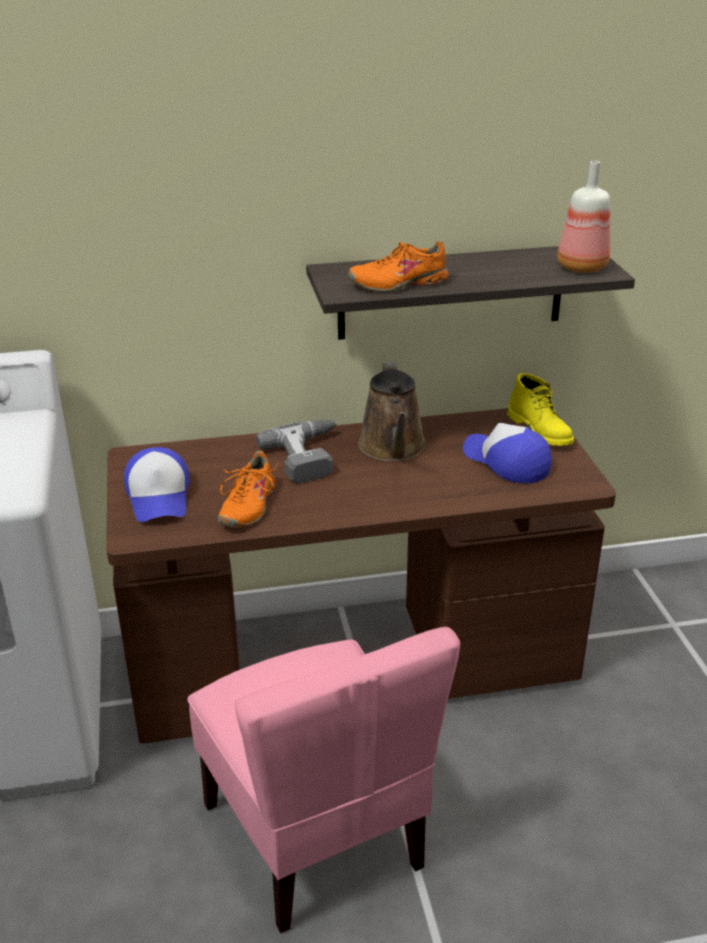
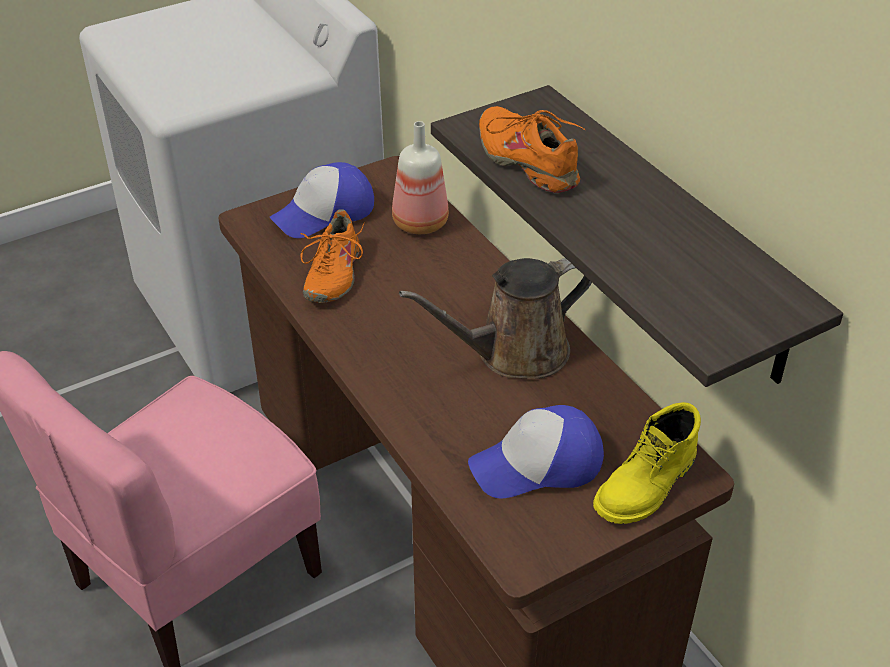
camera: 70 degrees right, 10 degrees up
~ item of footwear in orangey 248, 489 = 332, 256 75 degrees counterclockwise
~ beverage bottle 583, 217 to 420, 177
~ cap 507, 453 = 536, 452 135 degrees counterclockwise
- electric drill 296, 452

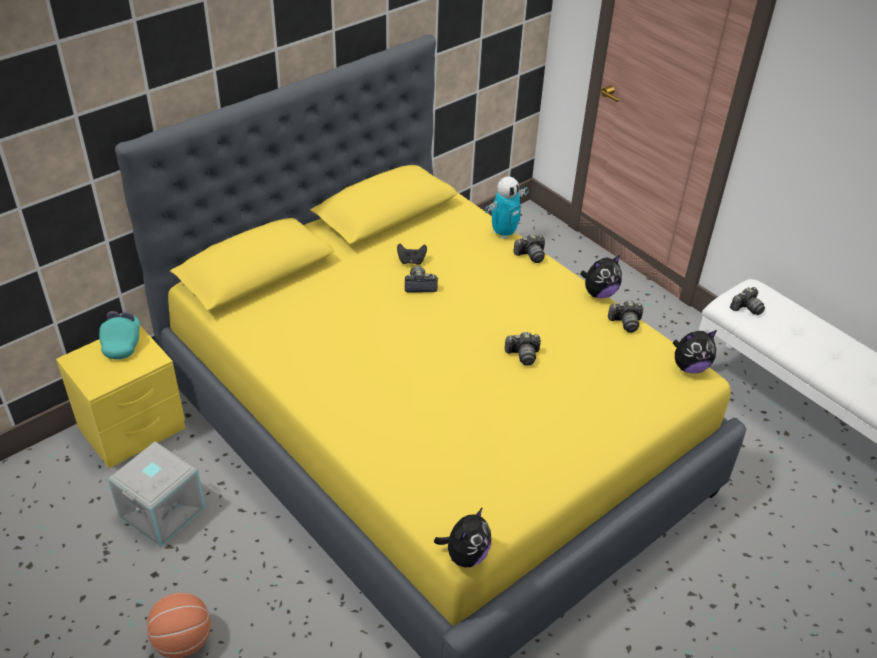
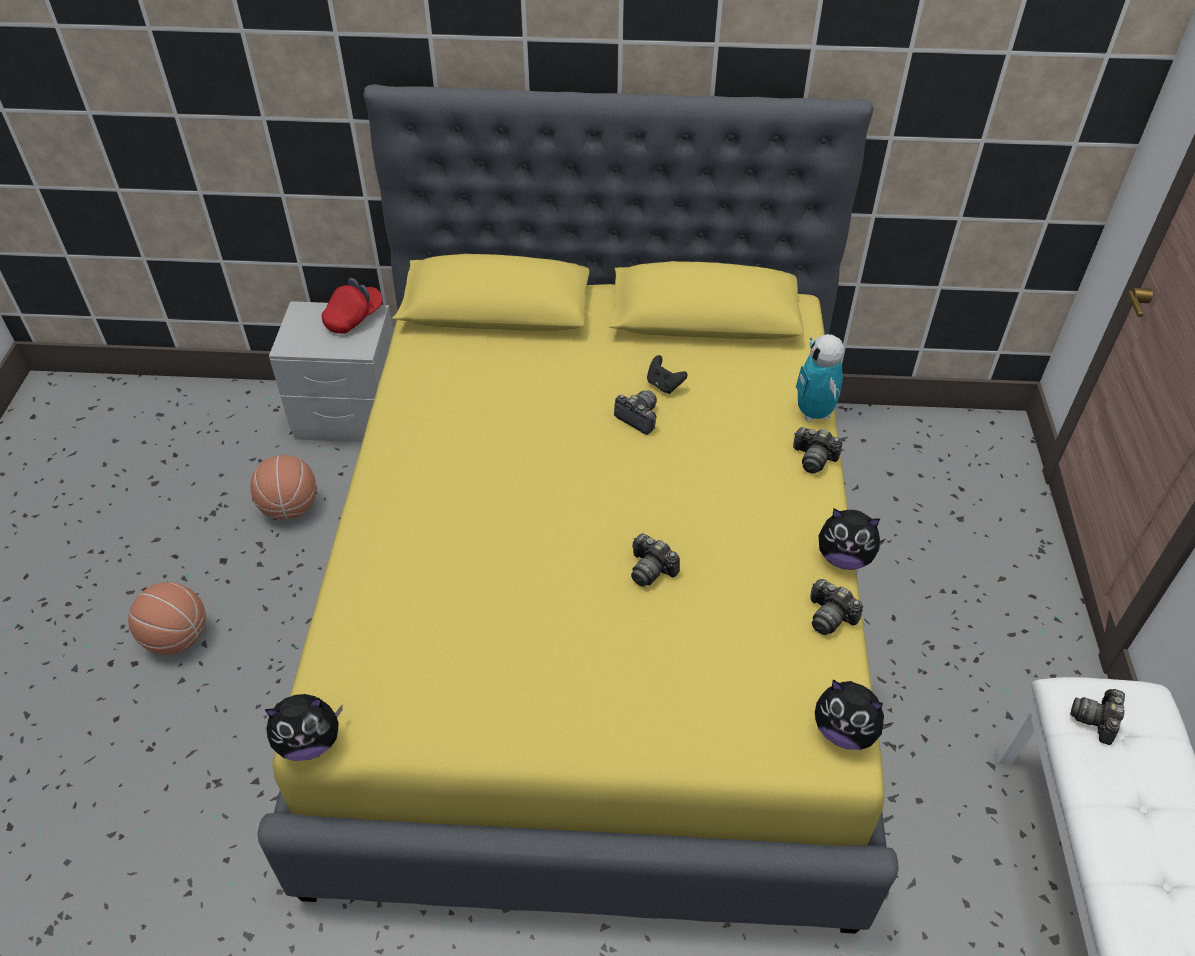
camera: 45 degrees right, 5 degrees up
~ storage container in grey 157, 494 to ball for basketball 283, 487
~ night table in yellow-coloured 120, 396 to night table in grey 331, 371
~ cap in turquoise-coloured 119, 335 to cap in red 352, 306
~ model robot 507, 207 = 820, 378 75 degrees clockwise
~ still camera 747, 301 = 1097, 716 105 degrees clockwise

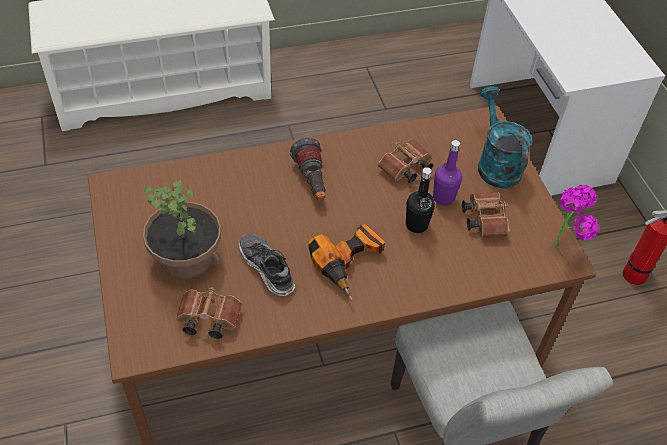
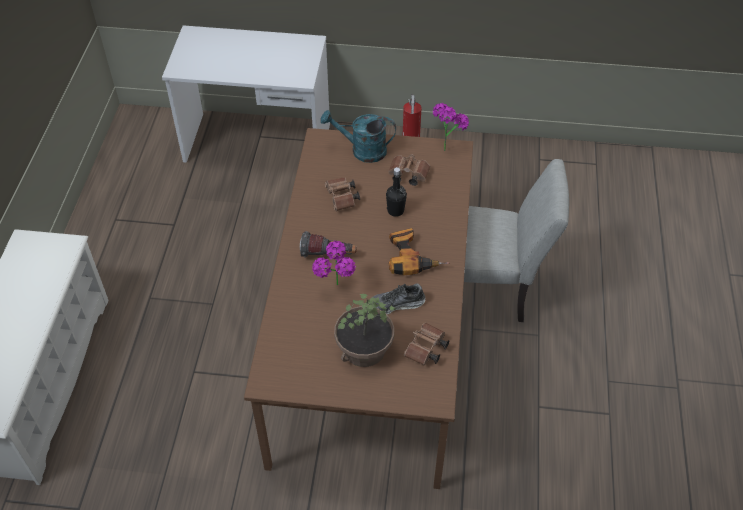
camera: 65 degrees left, 0 degrees up
+ plant in a pot 334, 263
- beverage bottle in purplish 447, 173

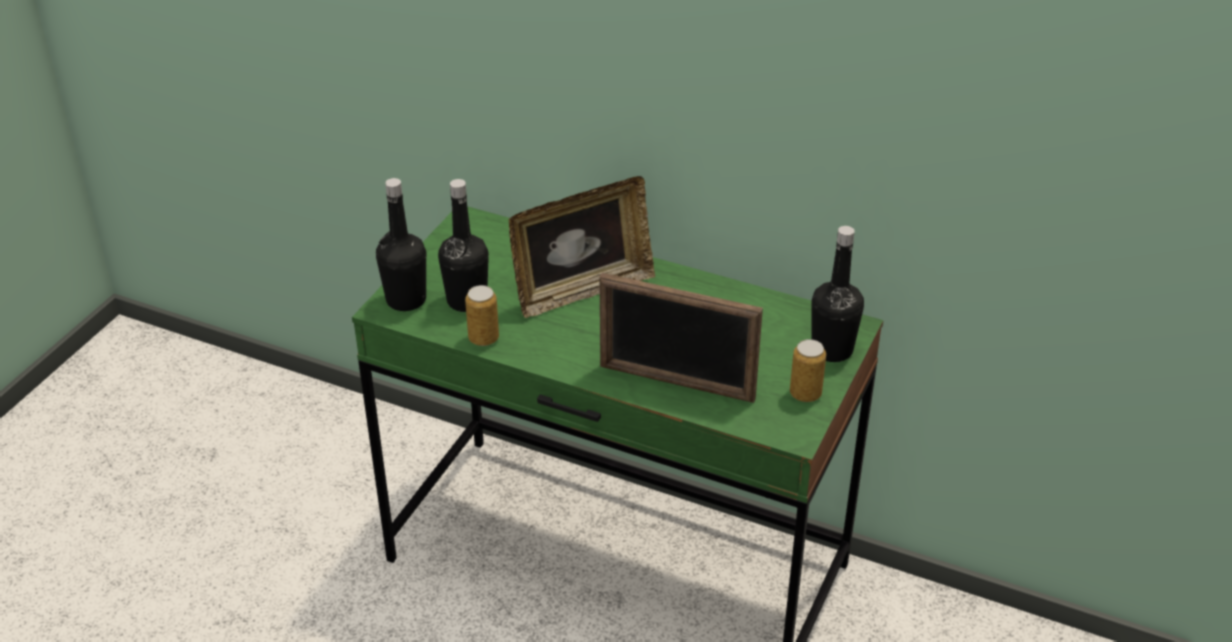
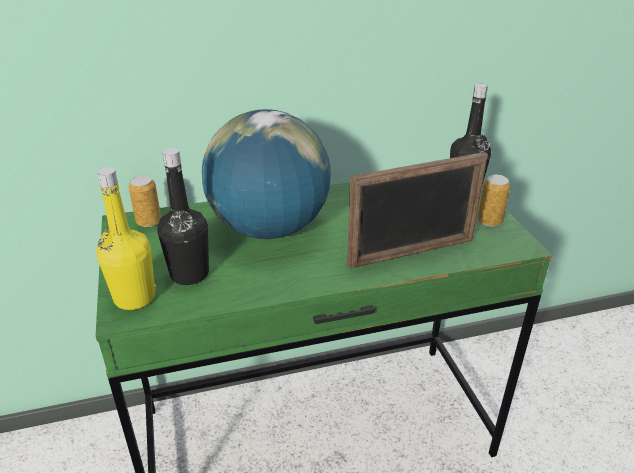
camera: 40 degrees left, 5 degrees down
~ beverage bottle in blackish 401, 244 to beverage bottle in yellow-coloured 126, 238
~ metal can 482, 315 to 145, 201
~ picture frame 582, 247 to globe 266, 174

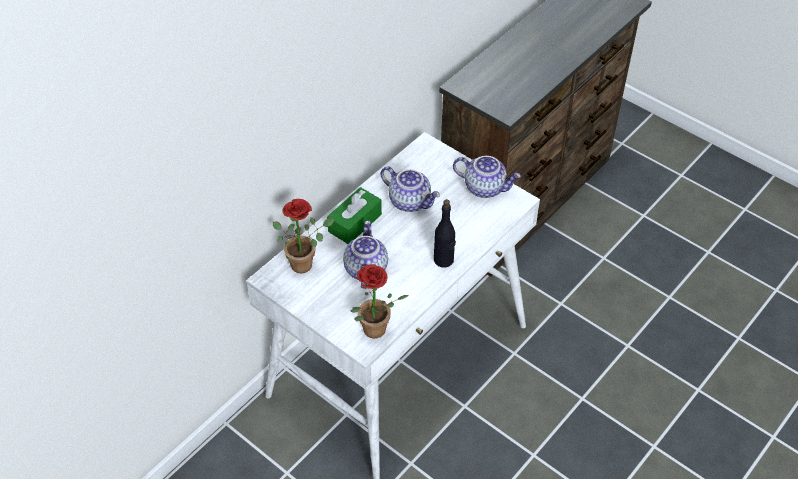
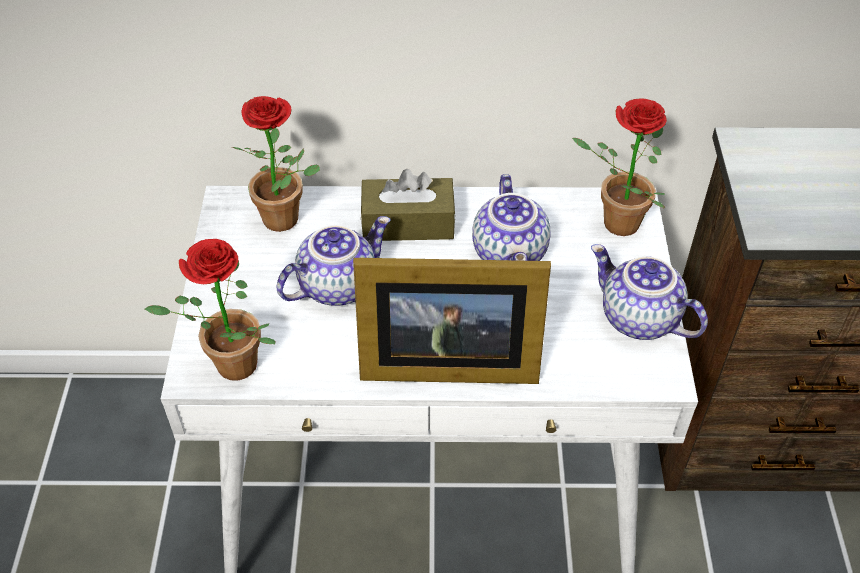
camera: 50 degrees right, 0 degrees up
~ beverage bottle in blackish 445, 233 to picture frame 452, 321
~ tissue box in green-coloured 354, 215 to tissue box in brownish 408, 205
+ plant in a pot 619, 167
~ tea pot 487, 177 = 649, 292 150 degrees clockwise

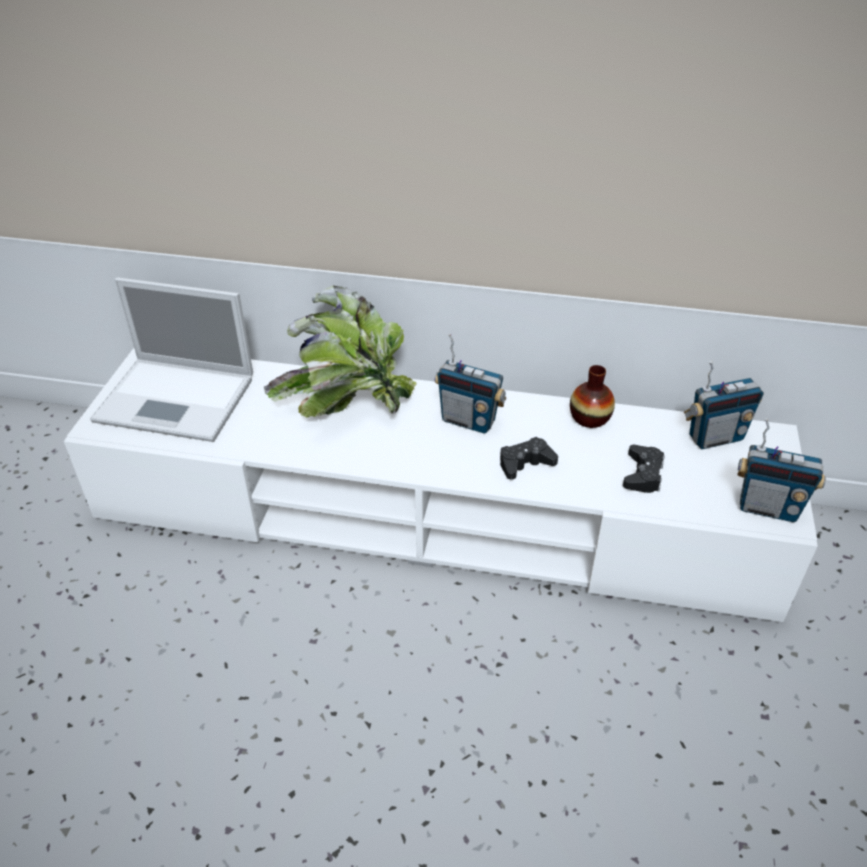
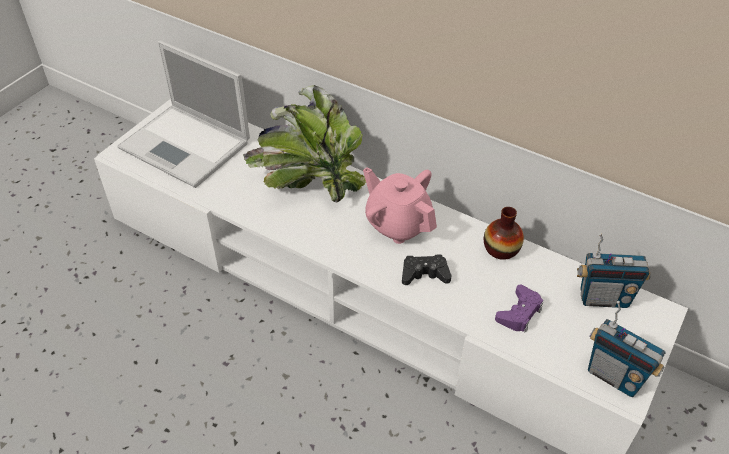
camera: 20 degrees right, 5 degrees up
~ radio 470, 384 to tea pot in pink 400, 205
~ gamepad in blackish 644, 469 to gamepad in purplish 519, 308

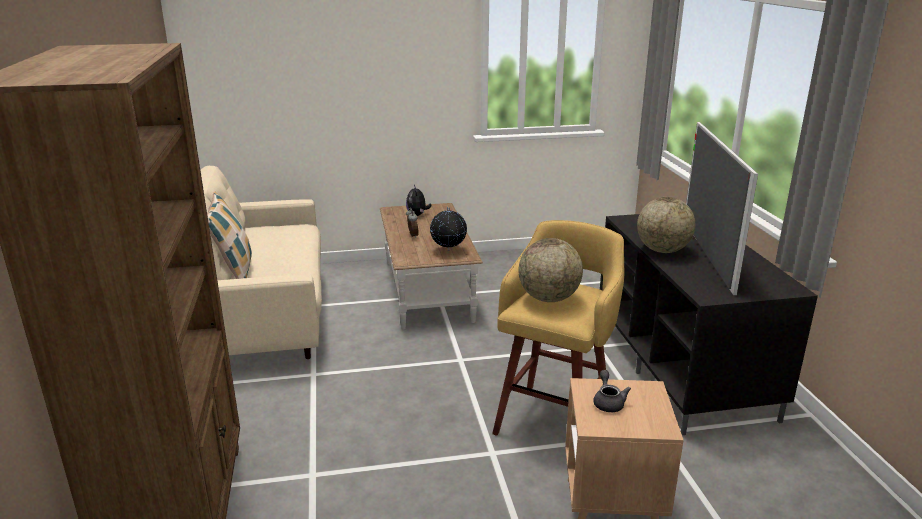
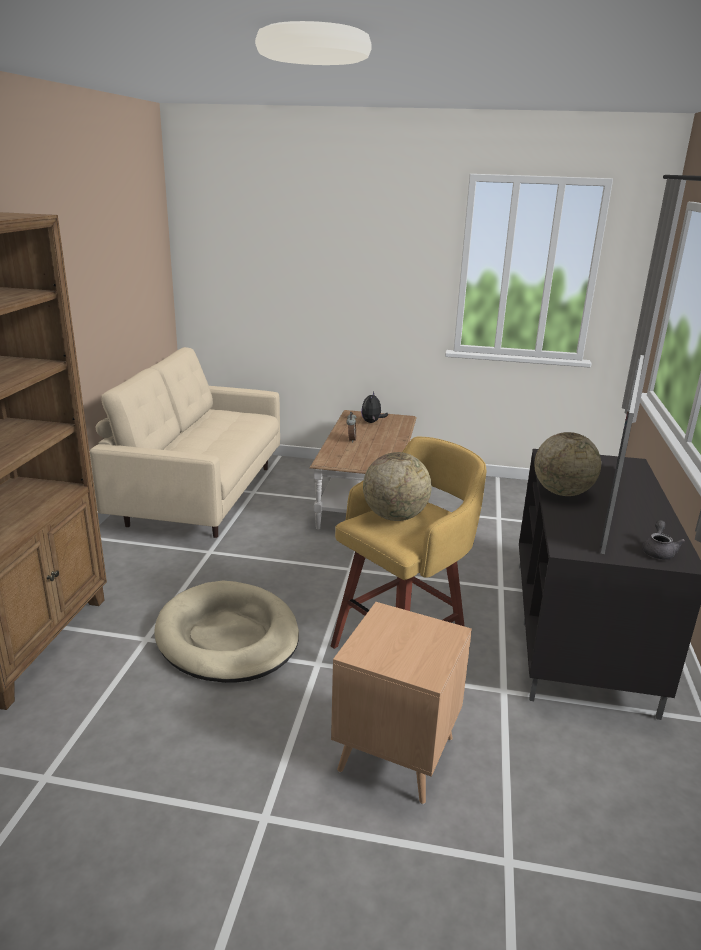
camera: 20 degrees right, 0 degrees up
+ pet bed in sand-coloured 226, 631
~ tea pot in grey 612, 391 to 663, 540
- throw pillow 229, 235
- globe 448, 229

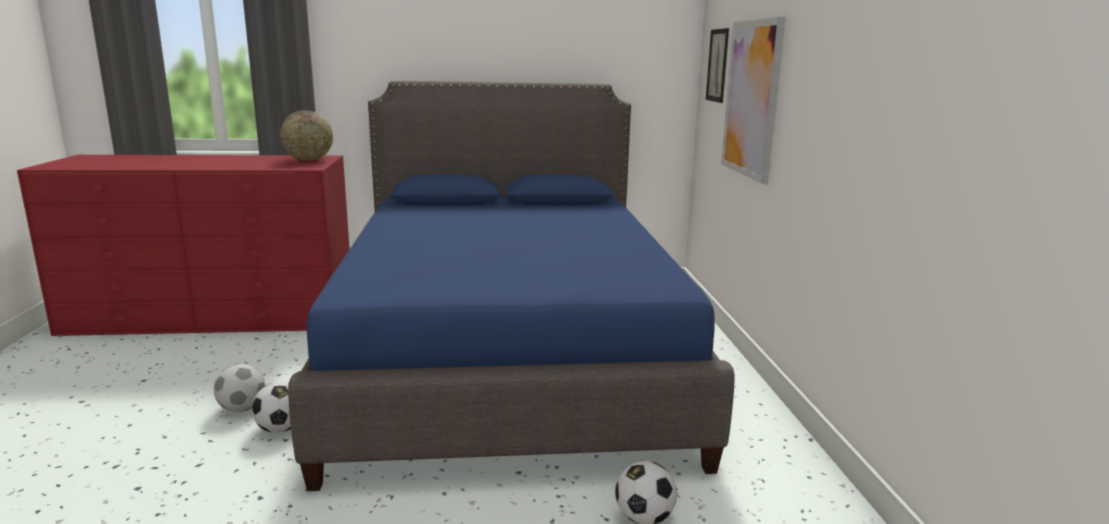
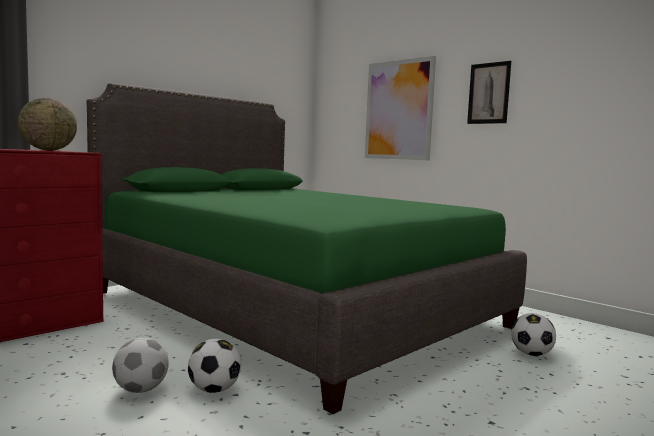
camera: 40 degrees left, 10 degrees down
~ sleeping bed in bluish 511, 286 to sleeping bed in green-coloured 307, 248
~ wall art 717, 65 to 489, 92

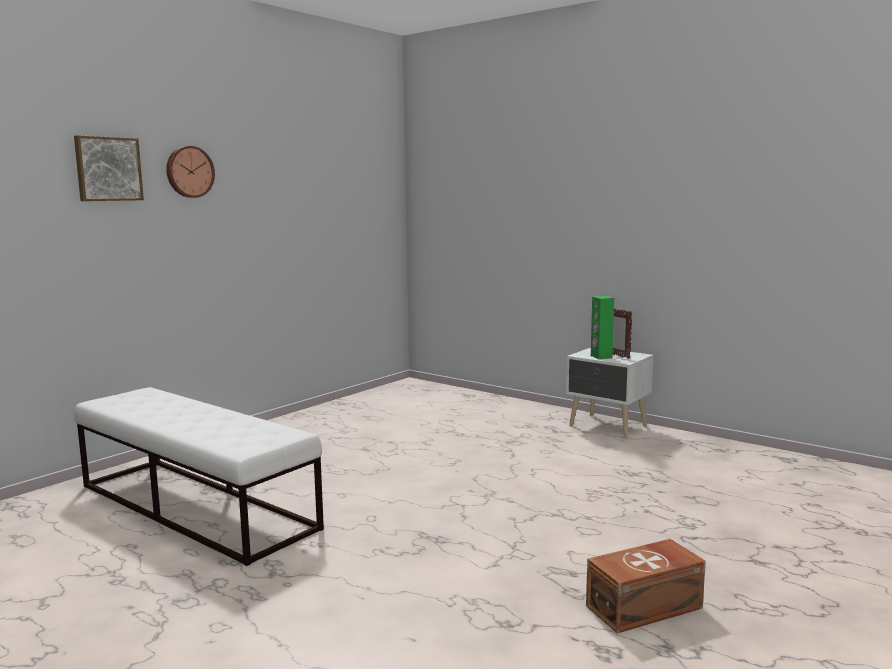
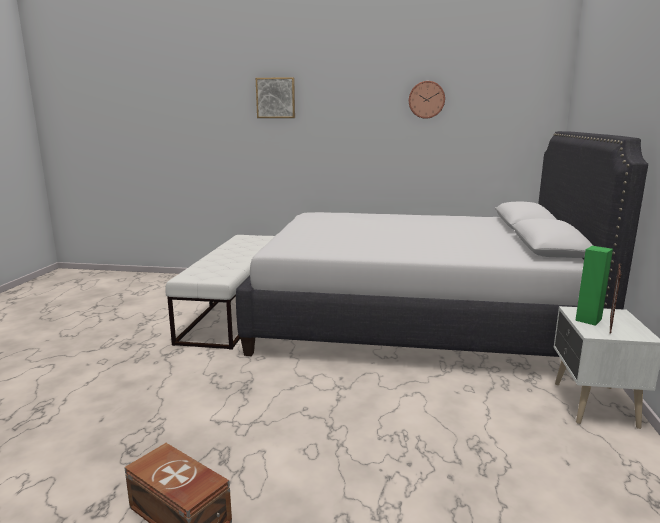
camera: 60 degrees right, 5 degrees up
+ sleeping bed in white 442, 244
~ clock on the wall 190, 172 to 427, 100

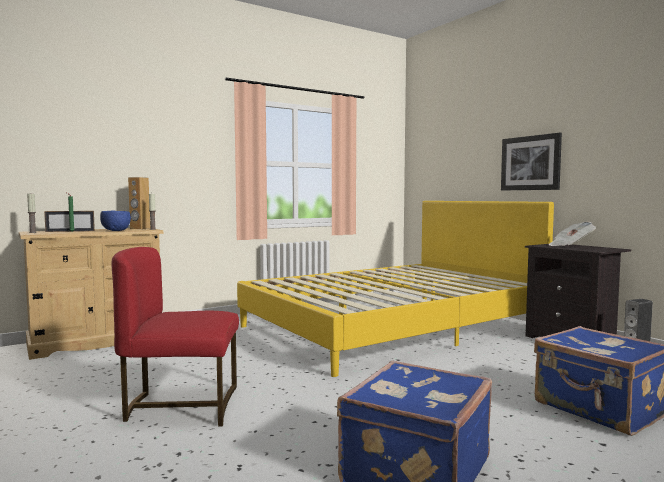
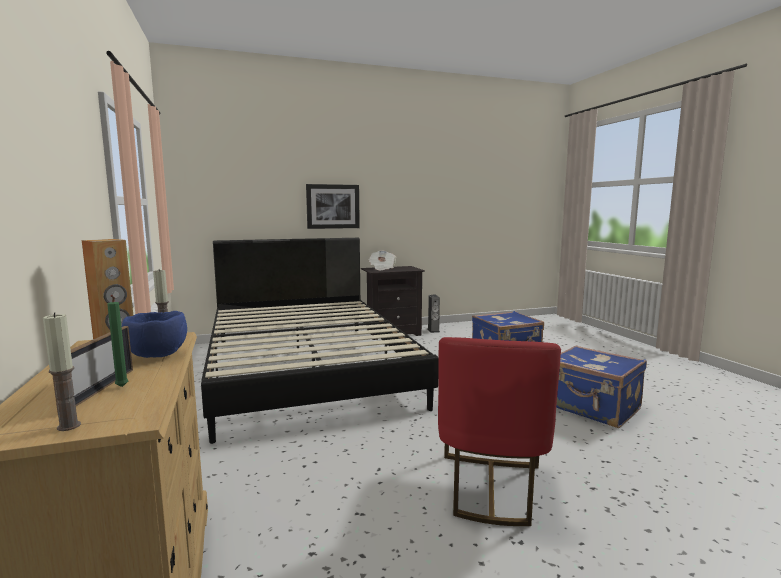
camera: 75 degrees left, 5 degrees up
~ sleeping bed in yellow-coloured 395, 289 to sleeping bed in blackish 319, 341

